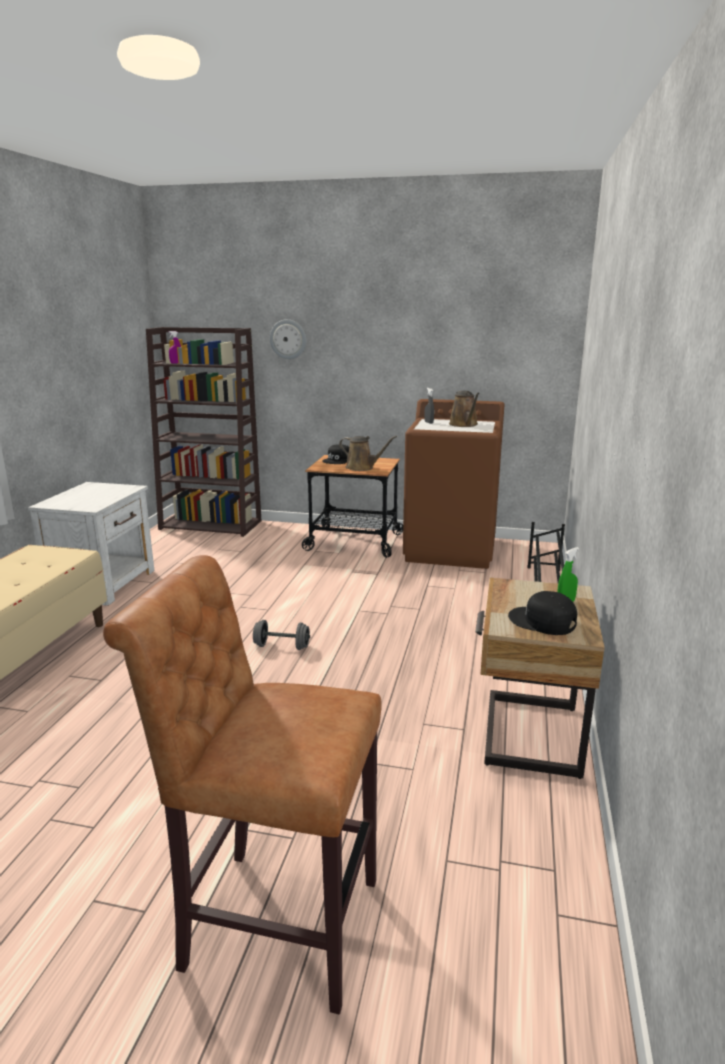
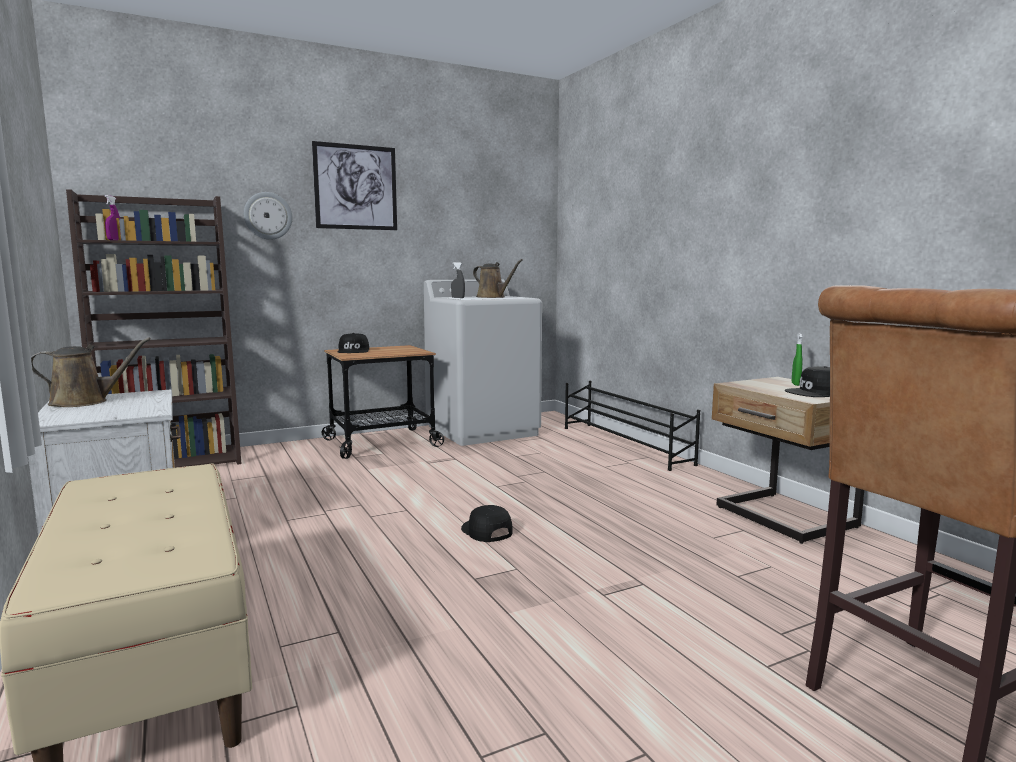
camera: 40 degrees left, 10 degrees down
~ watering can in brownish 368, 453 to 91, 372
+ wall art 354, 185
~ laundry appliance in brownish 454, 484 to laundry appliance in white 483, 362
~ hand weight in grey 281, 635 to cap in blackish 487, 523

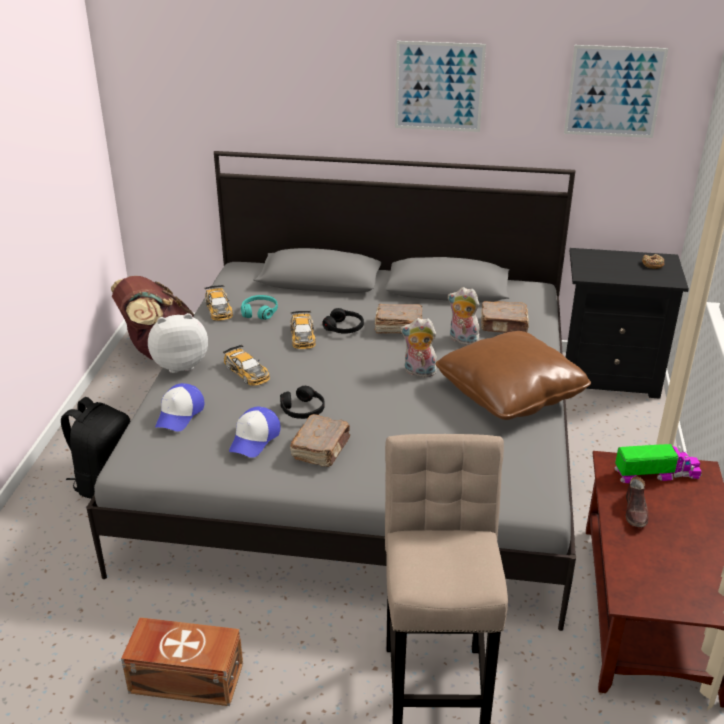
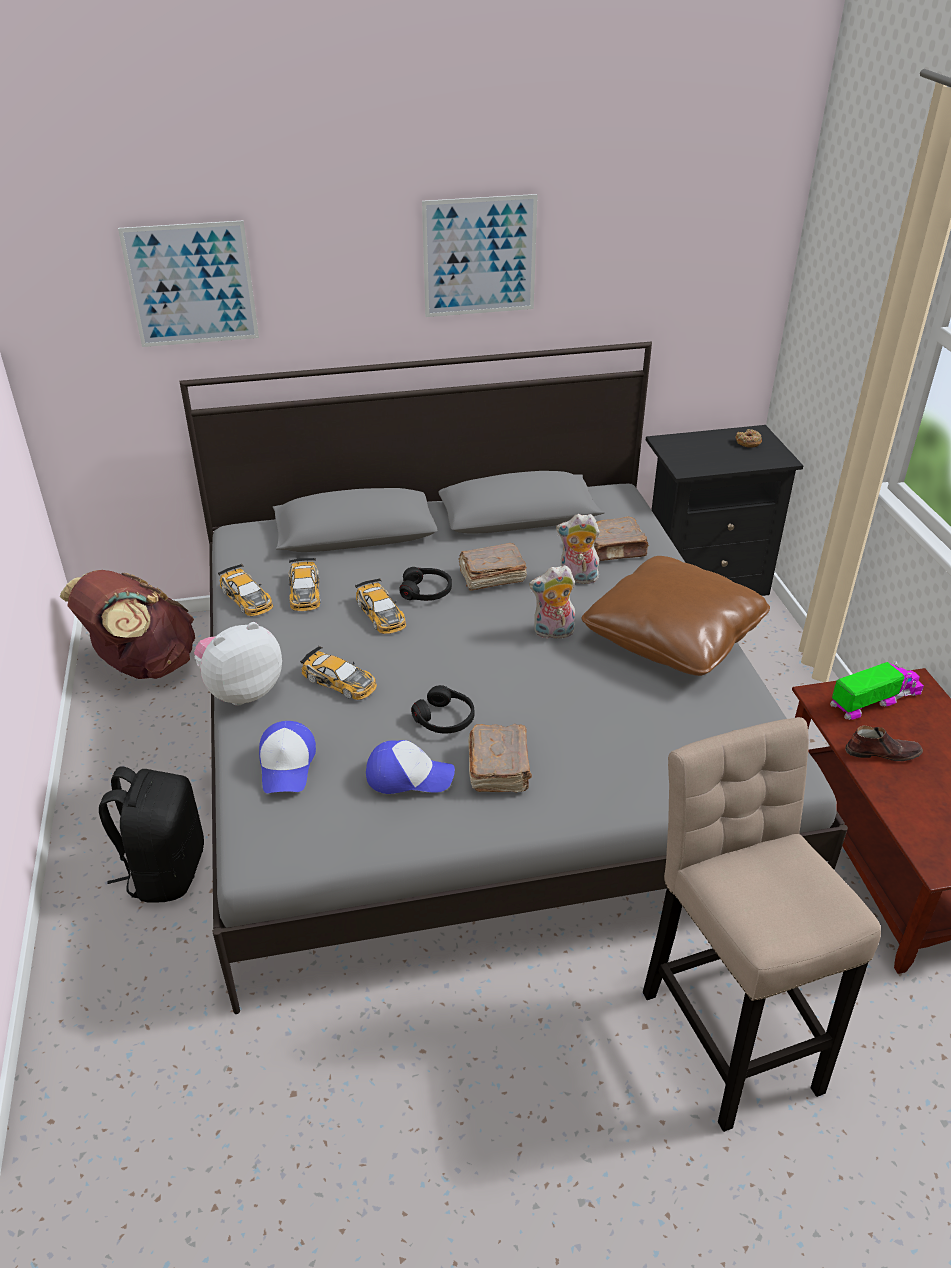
camera: 20 degrees left, 5 degrees up
~ wall art 616, 91 to 188, 283
~ headphones in turquoise-coloured 259, 307 to miniature car 304, 584
~ cap 254, 432 = 410, 767 90 degrees counterclockwise
~ item of footwear in brownish 637, 501 = 884, 743 75 degrees counterclockwise
- storage container in brownish 182, 661

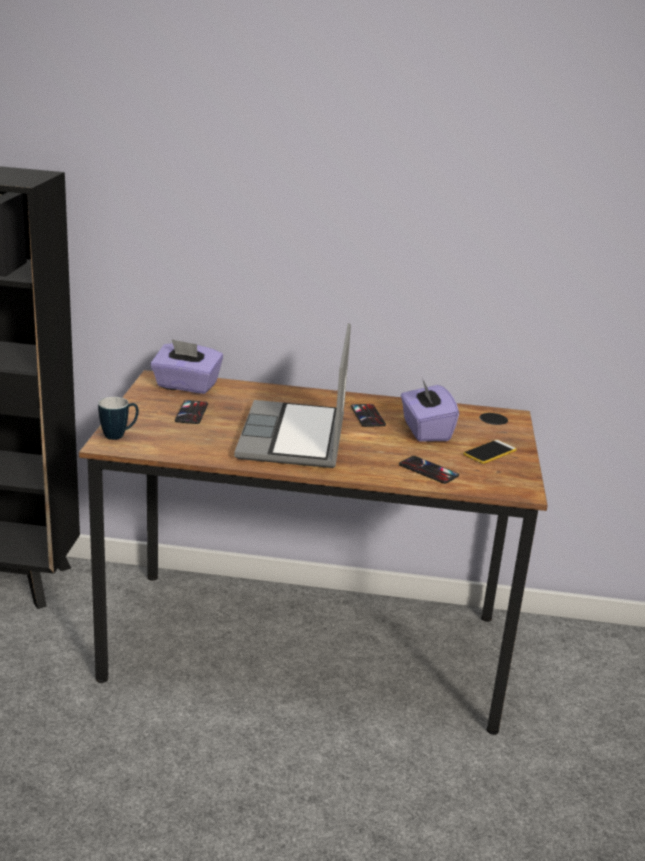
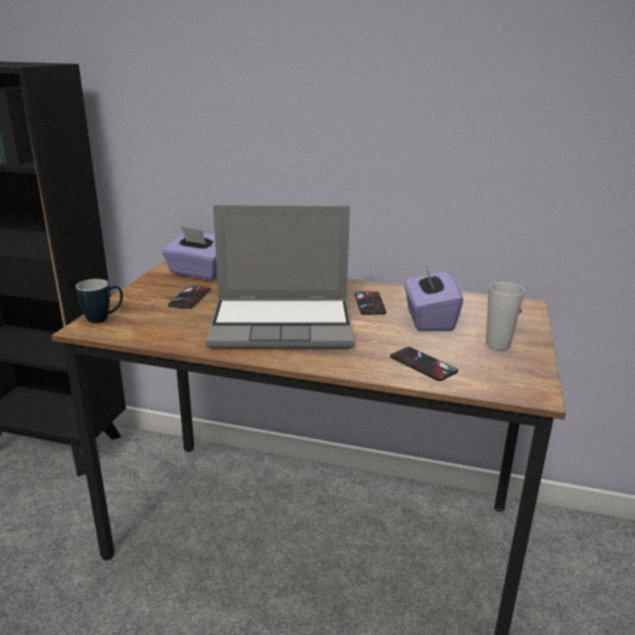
camera: 10 degrees right, 0 degrees up
~ notebook computer 292, 395 = 280, 277 105 degrees counterclockwise
~ handset 490, 452 to cup 505, 316

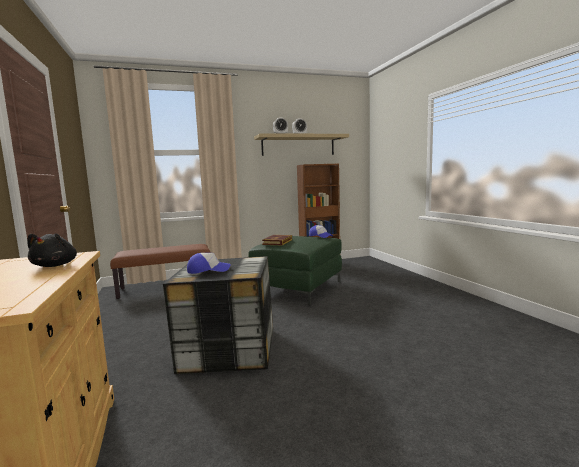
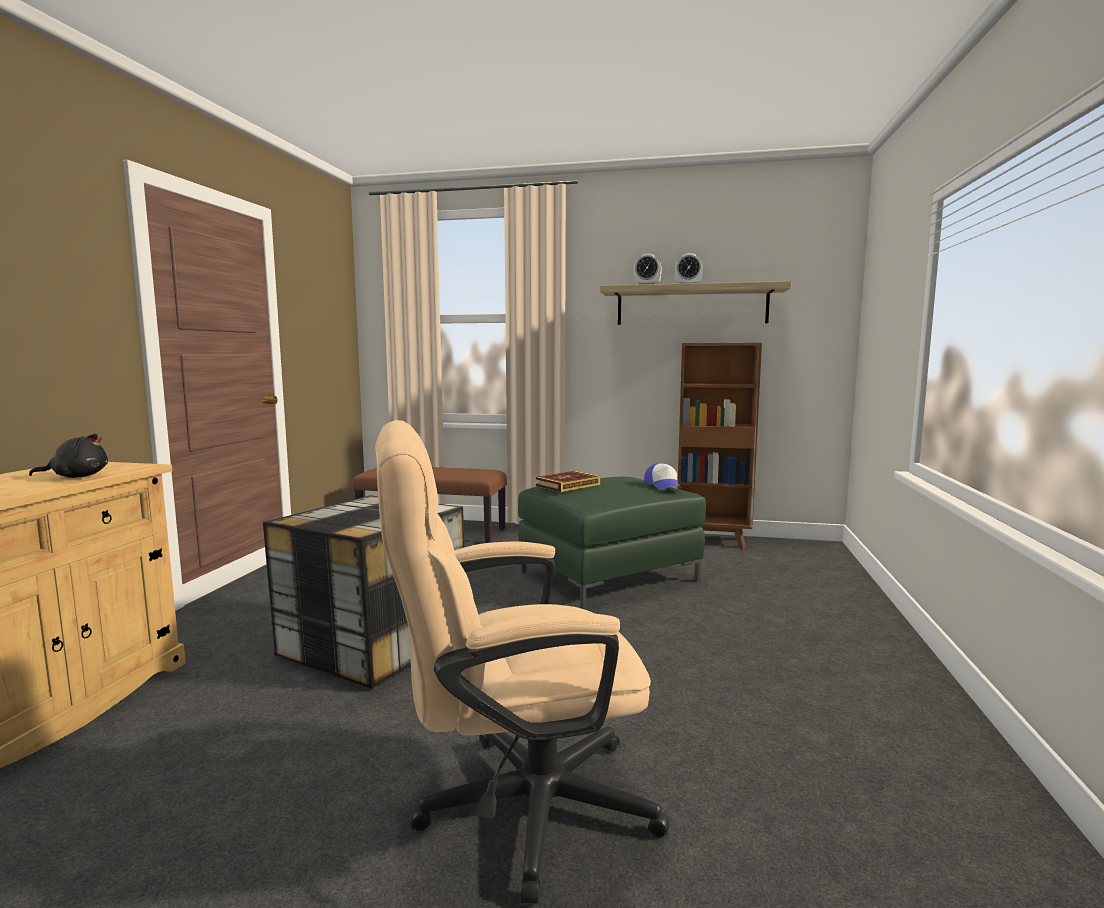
camera: 30 degrees right, 0 degrees up
~ soft toy in blackish 52, 250 = 68, 456 135 degrees counterclockwise
+ desk chair in sand-coloured 522, 662
- cap 209, 263

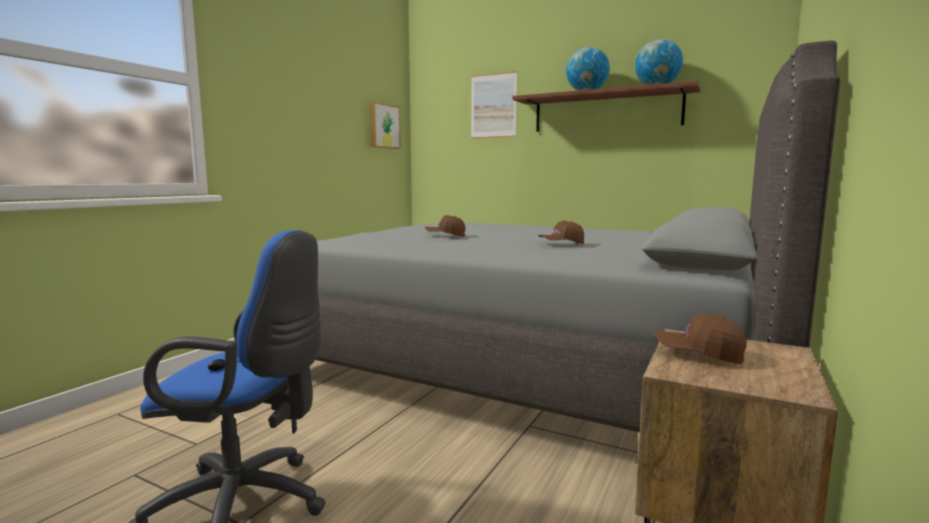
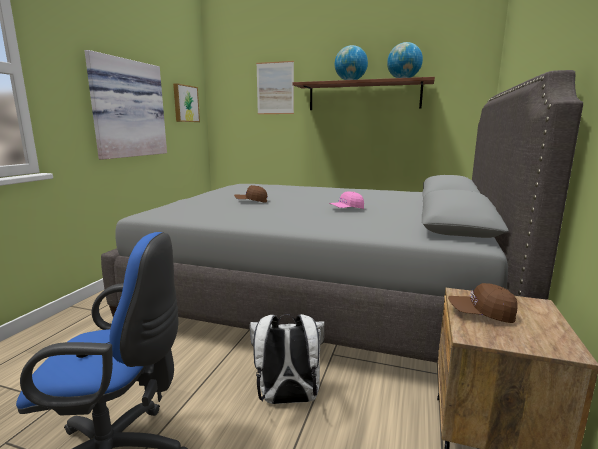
camera: 10 degrees left, 5 degrees up
+ wall art 126, 105
+ knapsack in white 286, 359
~ cap in brownish 561, 232 to cap in pink 346, 200

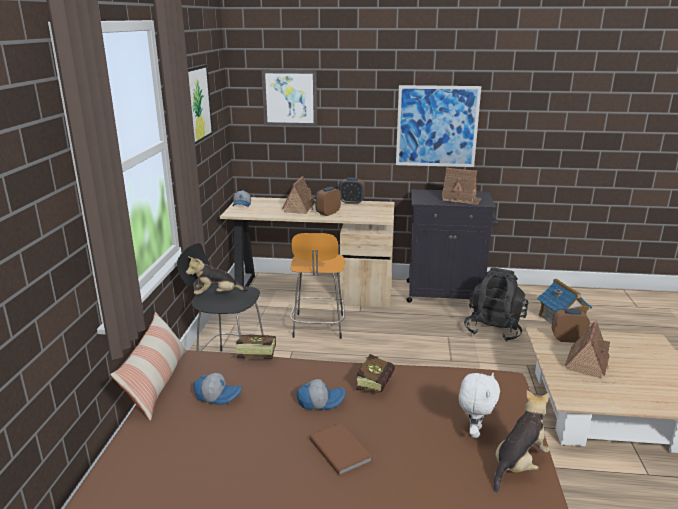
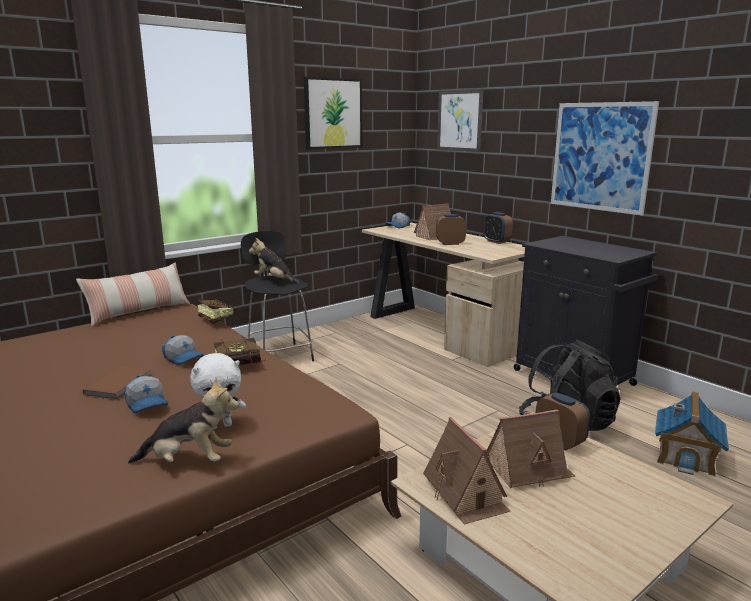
camera: 45 degrees right, 5 degrees down
~ cap 217, 389 to 146, 393
~ model house 461, 186 to 466, 470
- sitting stool in orangey 317, 286

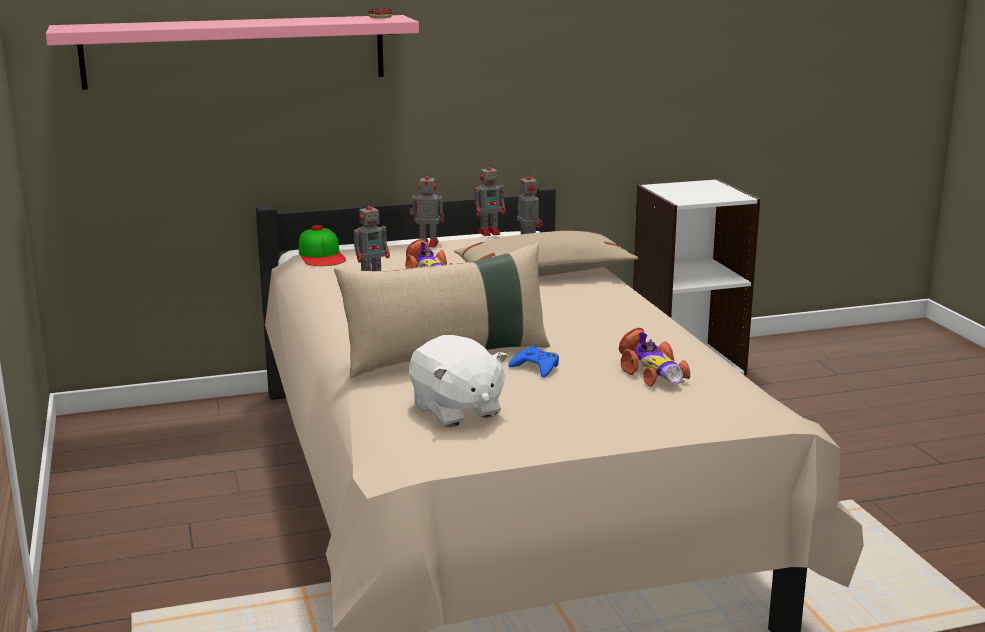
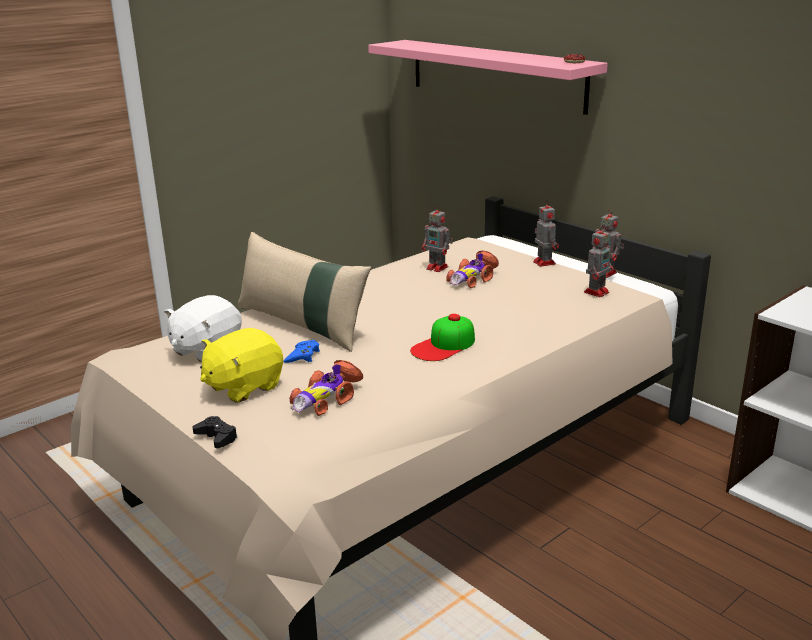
camera: 65 degrees right, 5 degrees up
+ gamepad in blackish 215, 432
+ soft toy in yellow-coloured 241, 365
~ cap 322, 245 to 442, 337
- throw pillow in sand-coloured 546, 254

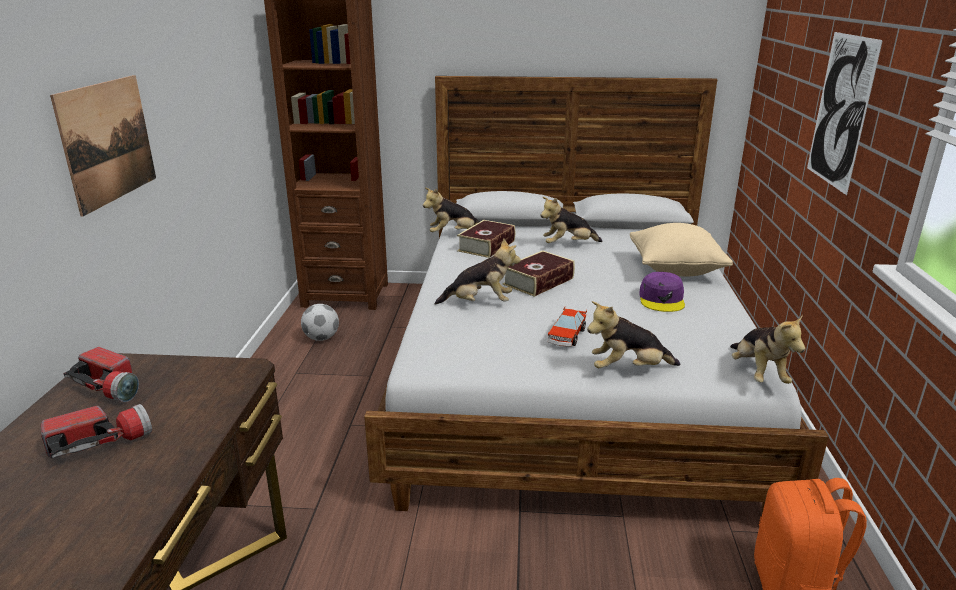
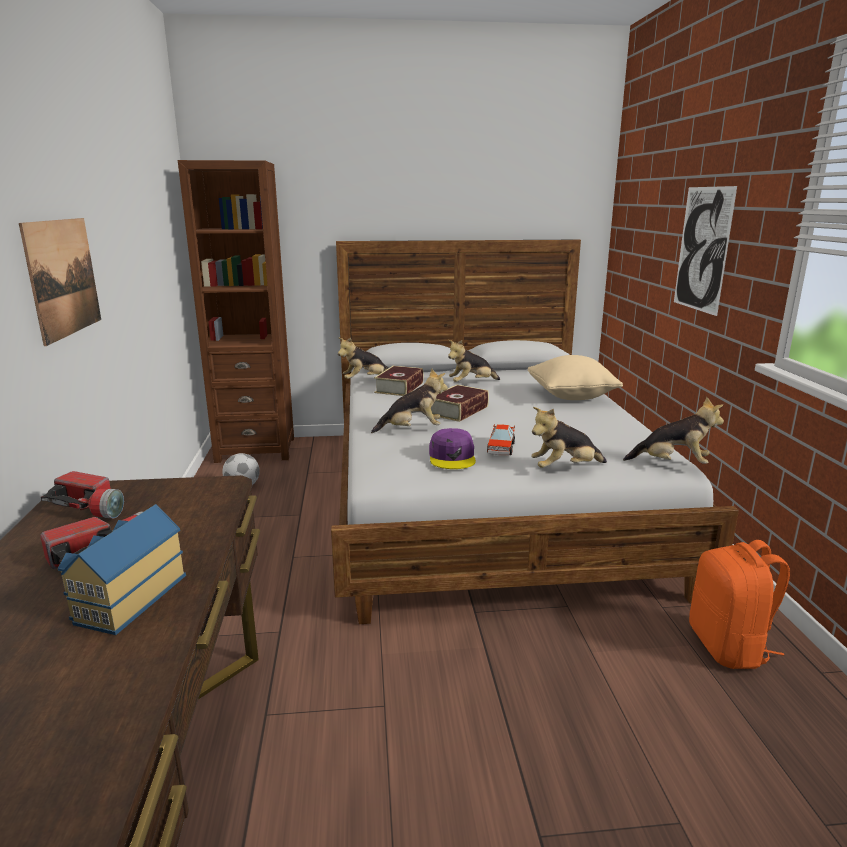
camera: 10 degrees left, 5 degrees down
+ model house 122, 569
~ cap in purplish 662, 292 to 452, 448
~ soft toy 767, 349 = 673, 430 60 degrees counterclockwise

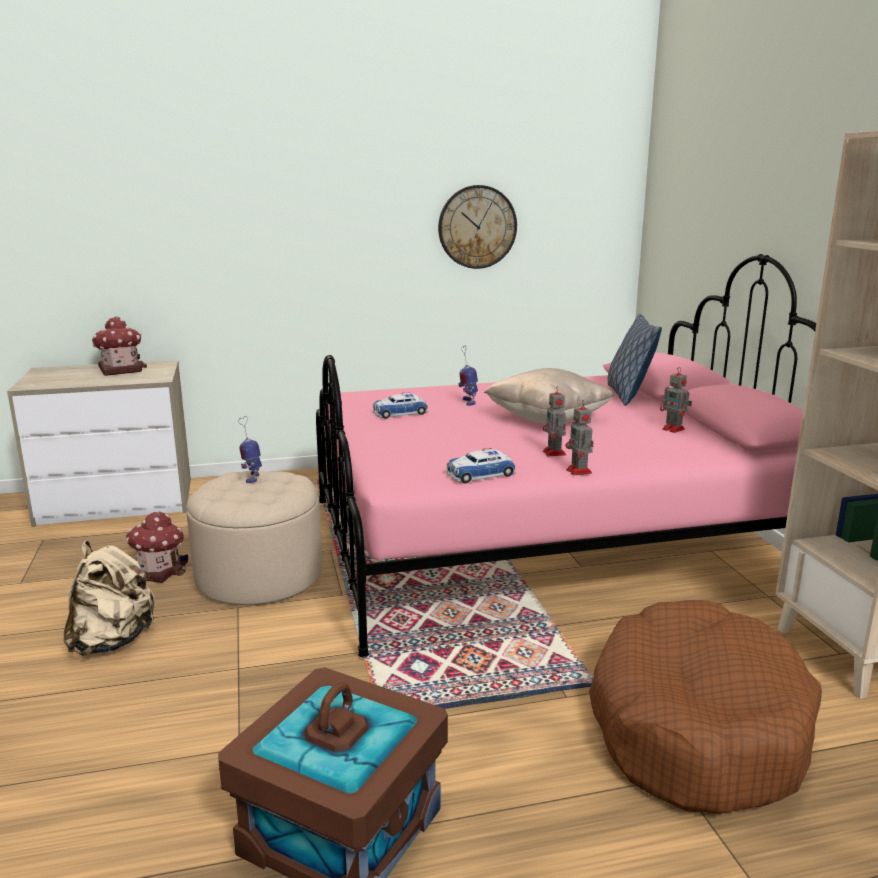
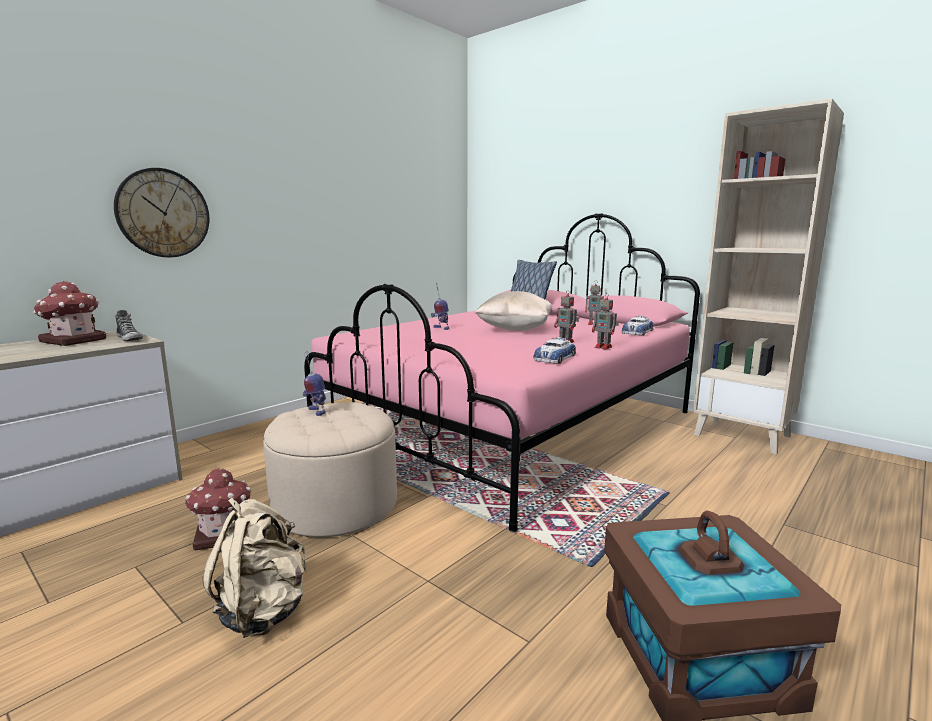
camera: 35 degrees left, 5 degrees down
~ clock on the wall 477, 227 to 161, 212
+ item of footwear 129, 325
~ miniature car 400, 405 to 637, 326
- pet bed in brownish 705, 707

